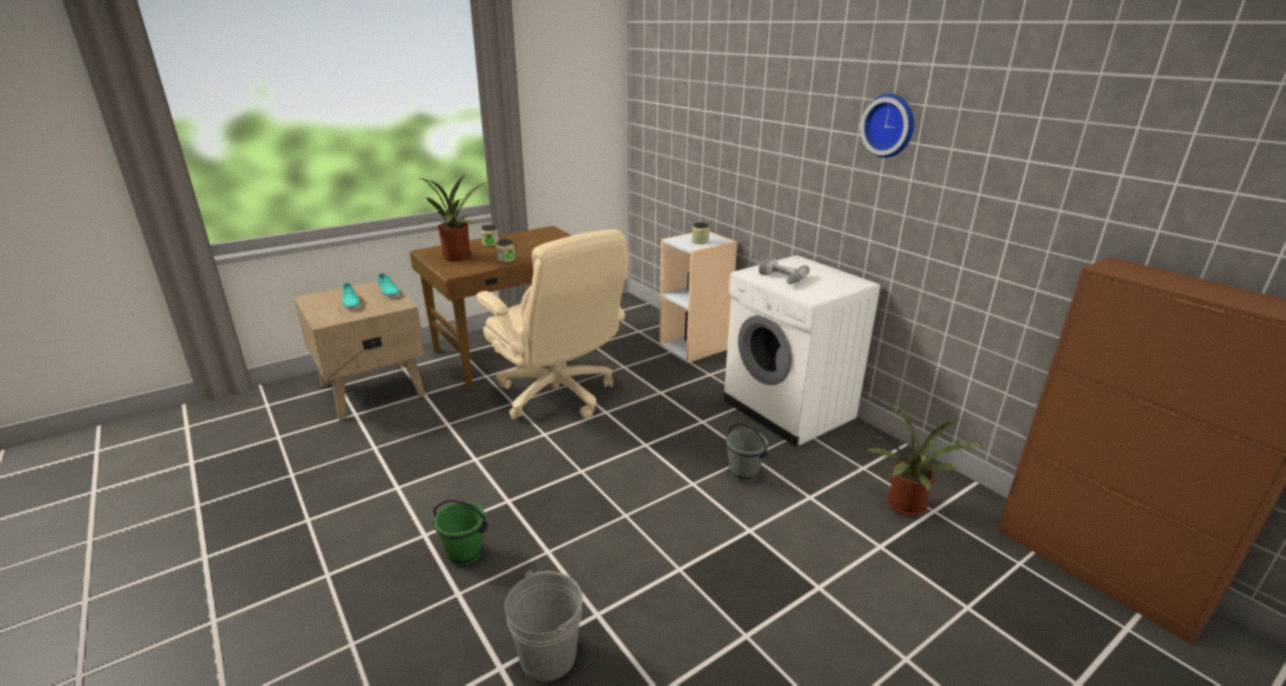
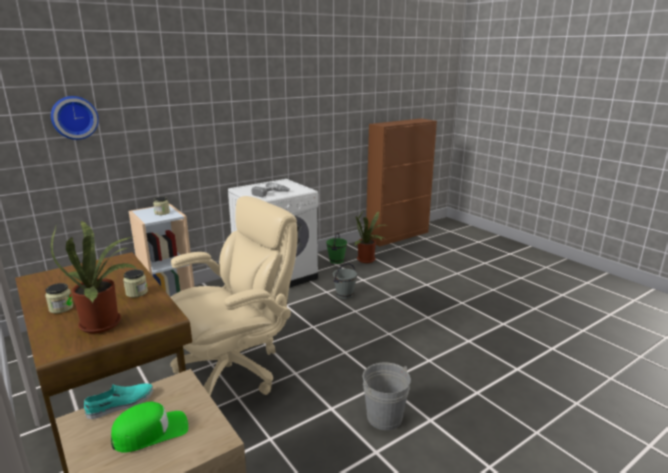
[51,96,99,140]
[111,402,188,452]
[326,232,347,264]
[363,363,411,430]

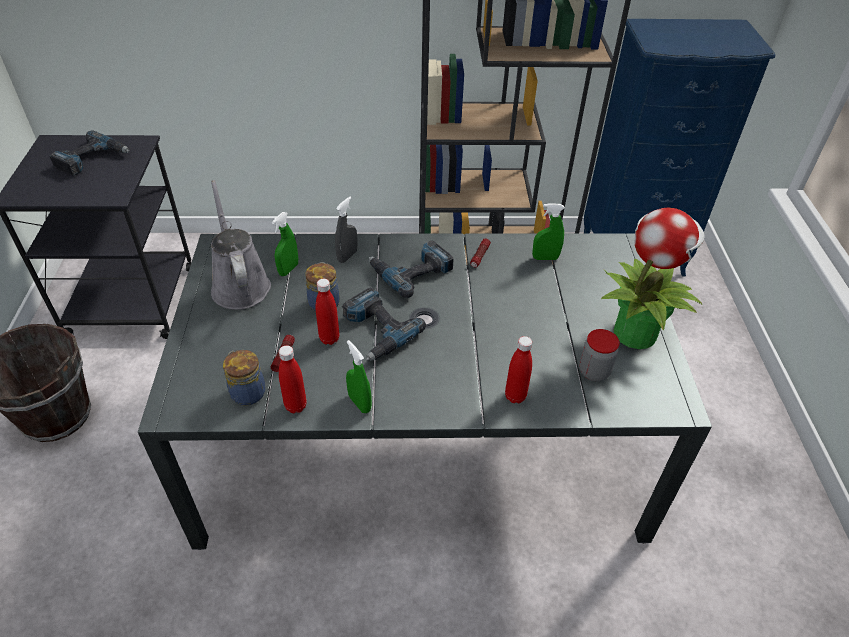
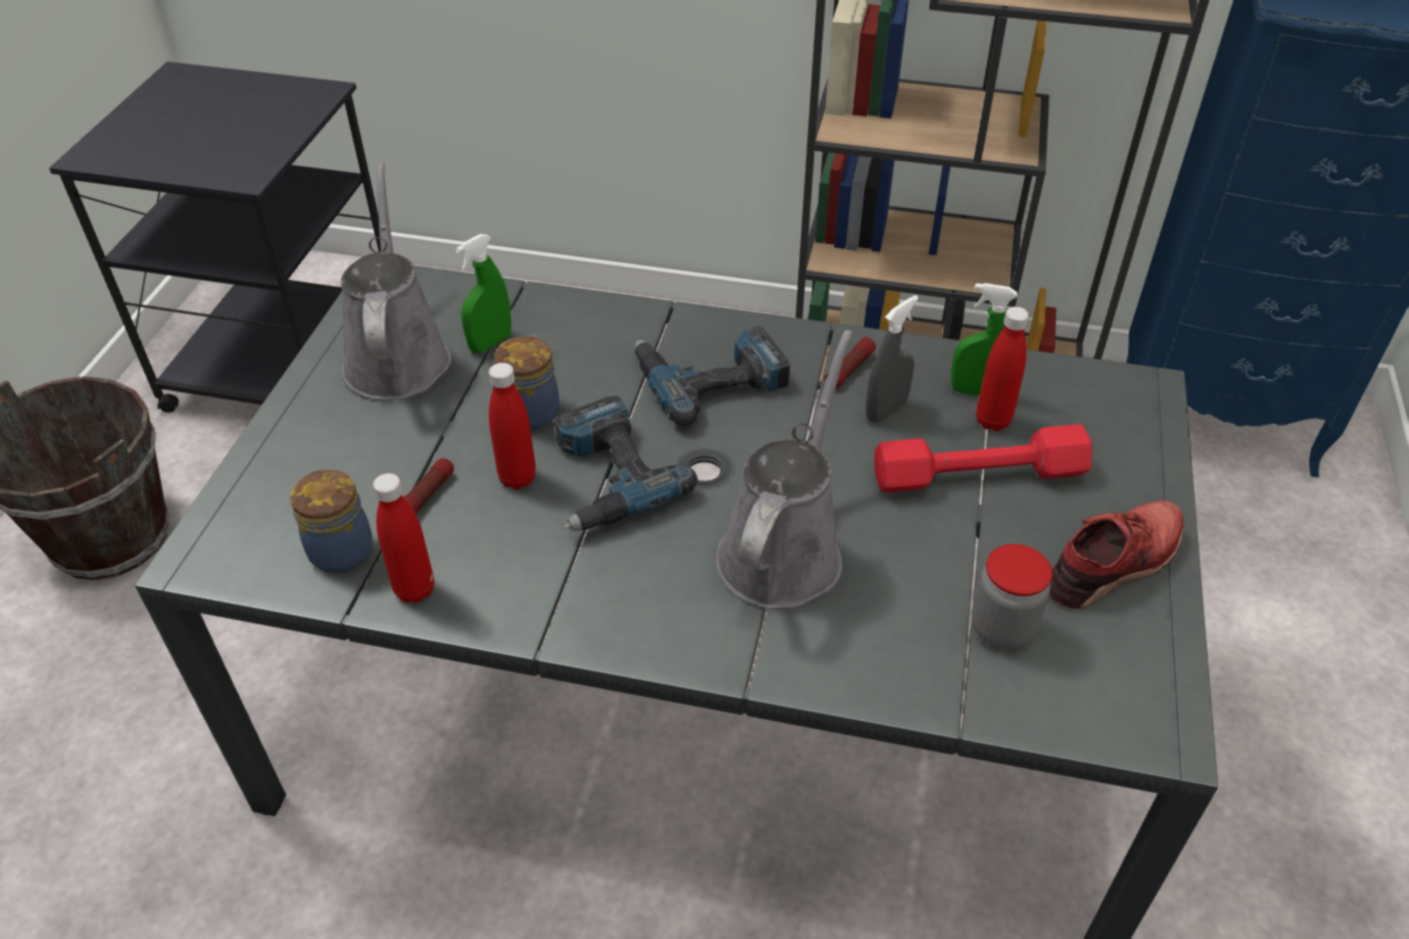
[49,131,129,176] (first image)
[866,295,919,422]
[1049,500,1184,610]
[976,307,1029,431]
[346,340,372,413] (first image)
[716,330,853,609]
[874,424,1092,492]

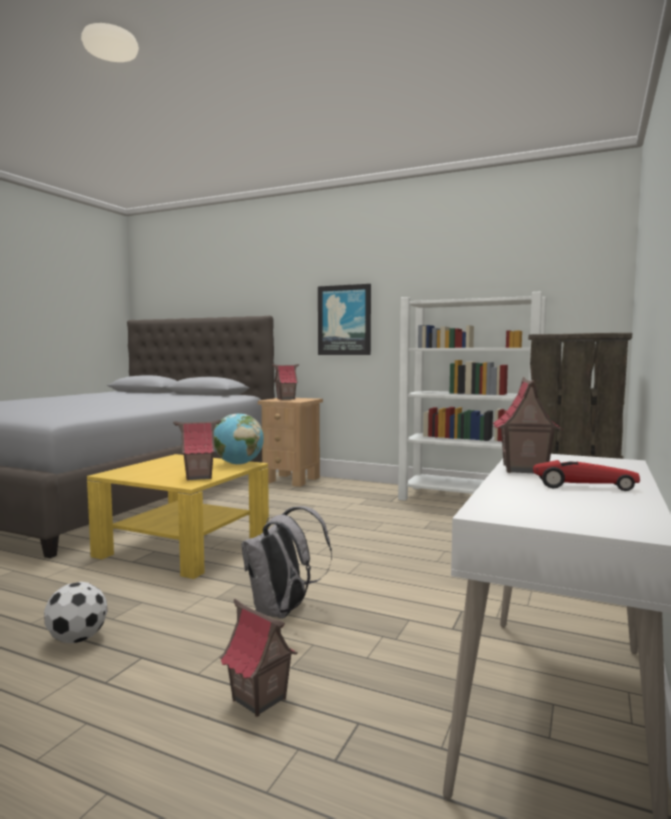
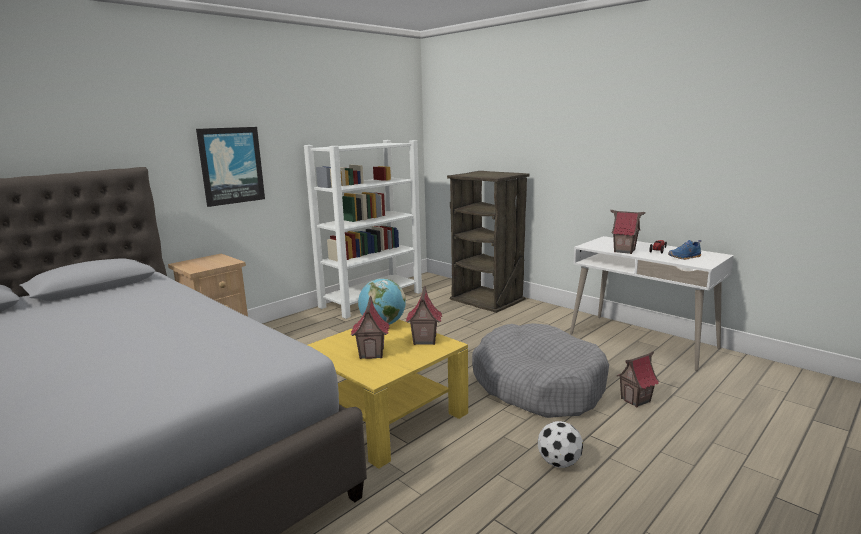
[351,296,390,359]
[472,323,609,418]
[668,240,701,260]

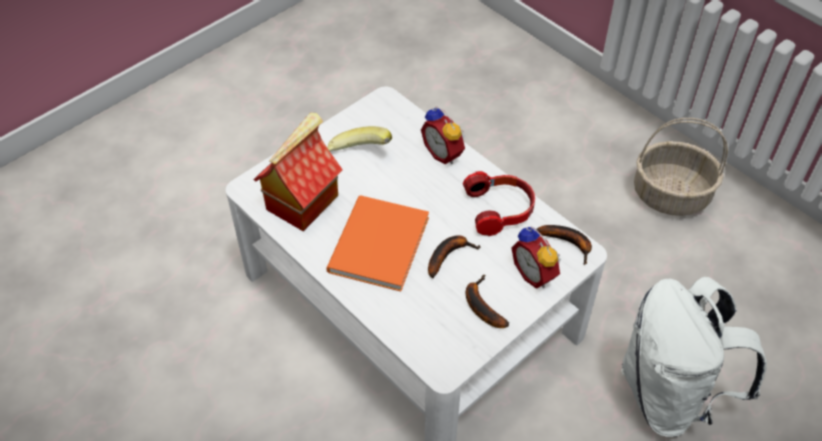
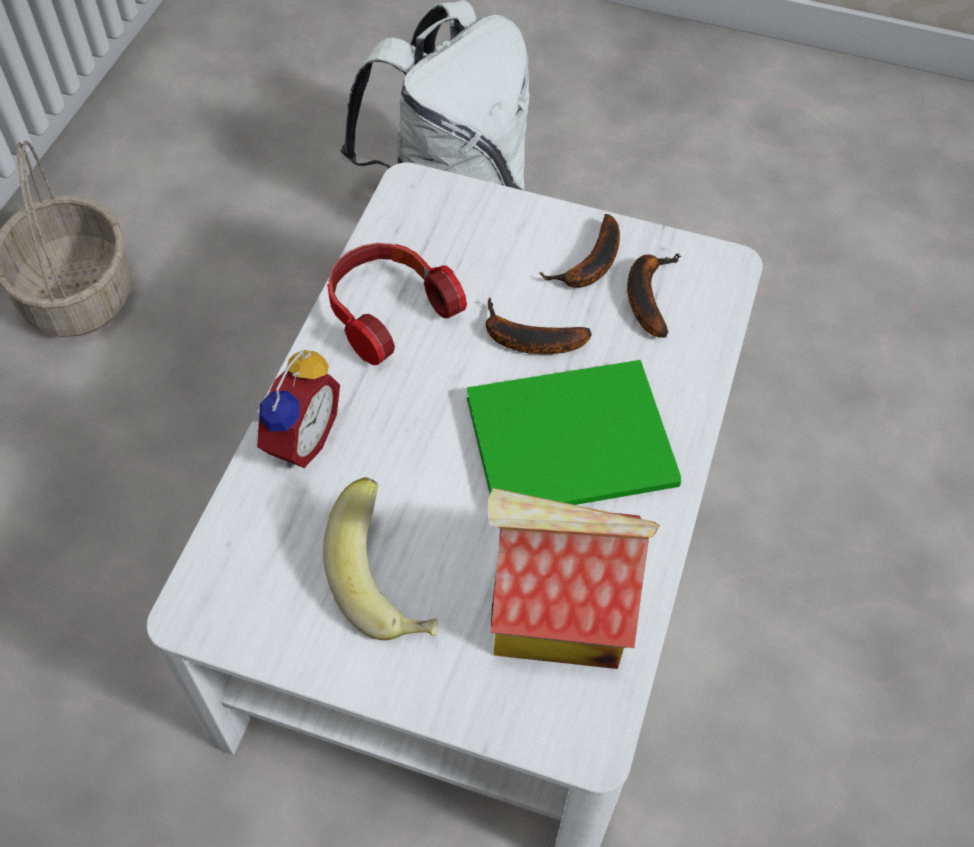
[467,360,681,505]
[627,254,681,338]
[511,227,561,289] (first image)

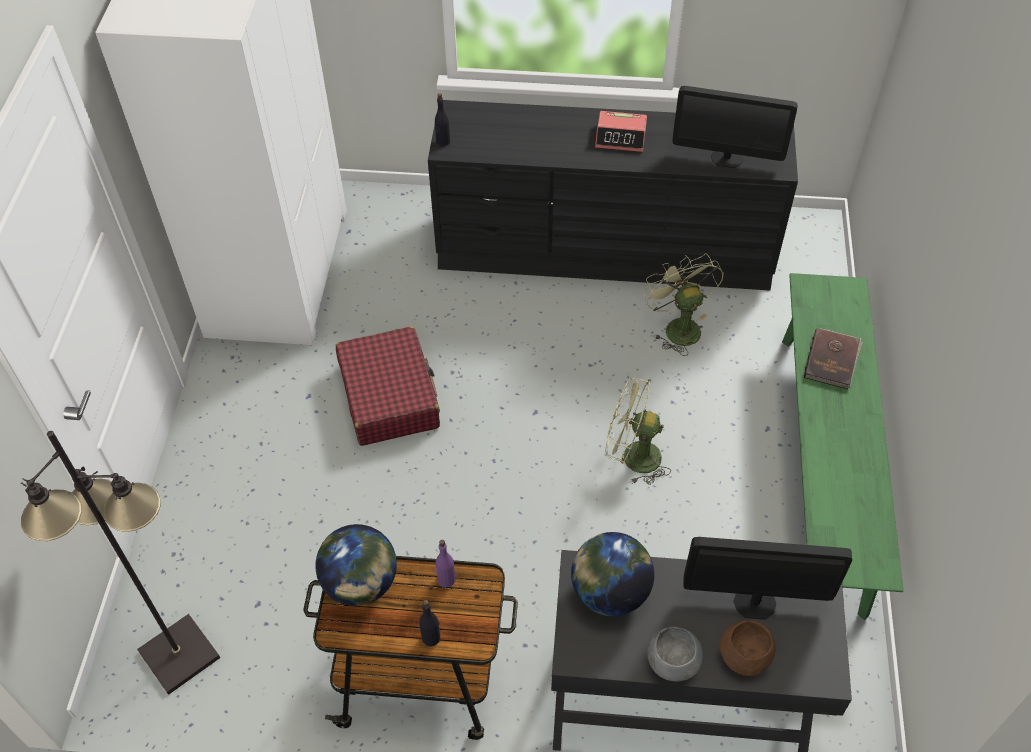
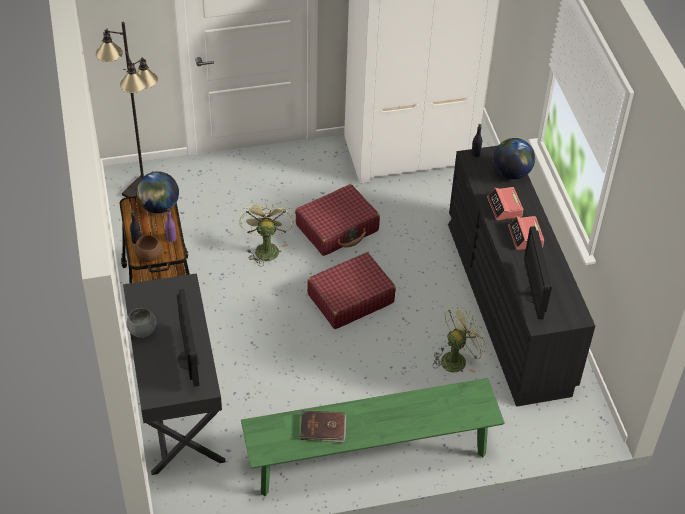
[300,411,346,443]
[239,199,294,265]
[494,138,535,179]
[134,235,163,262]
[487,187,523,220]
[307,252,396,329]

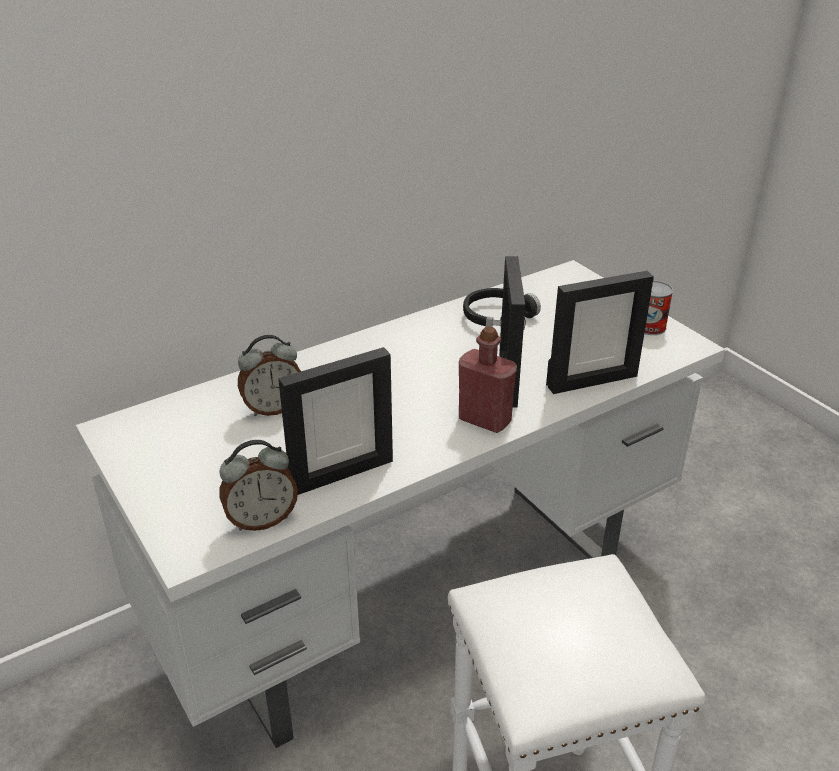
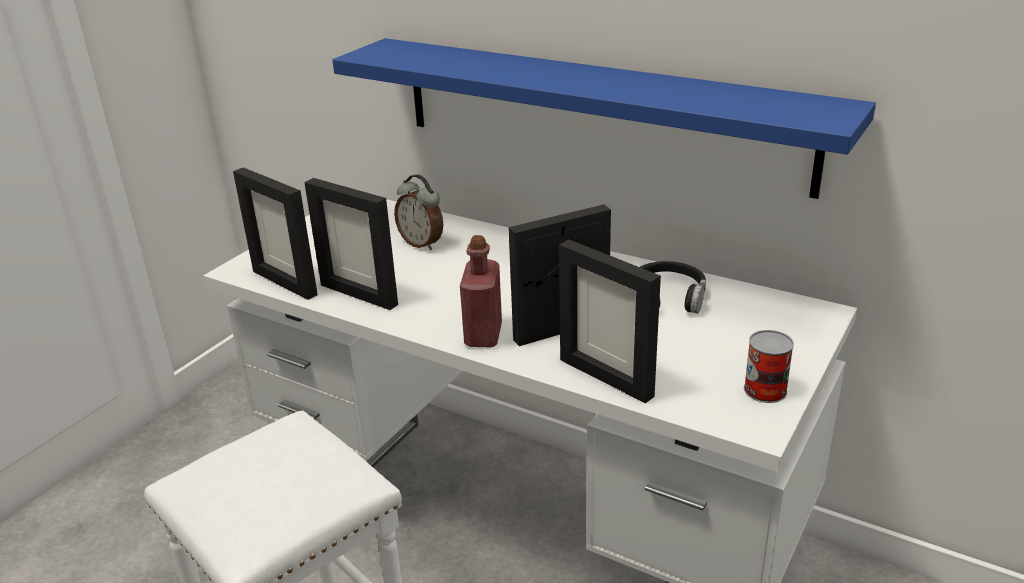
[233,167,318,300]
[332,38,876,199]

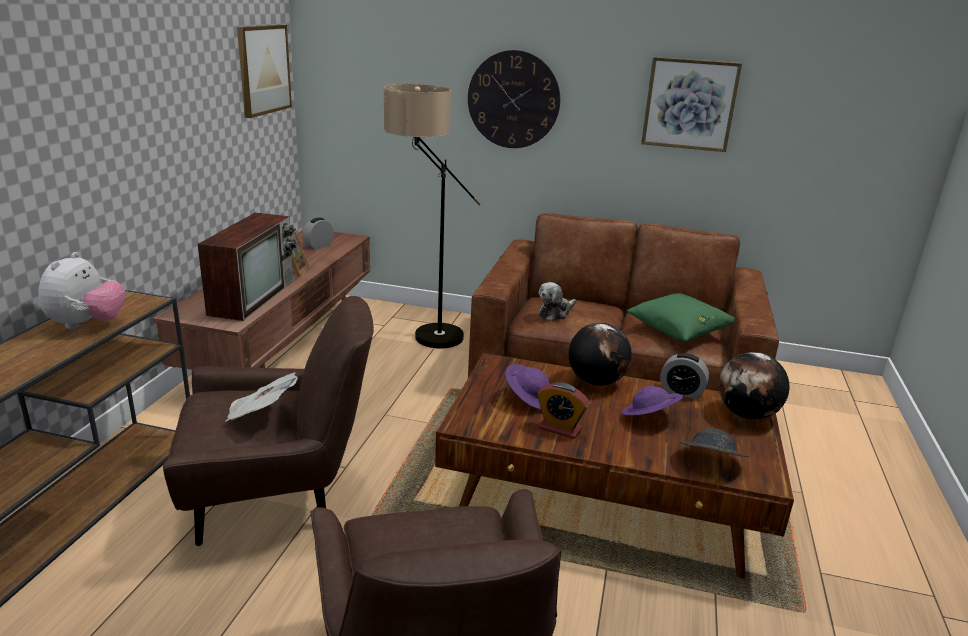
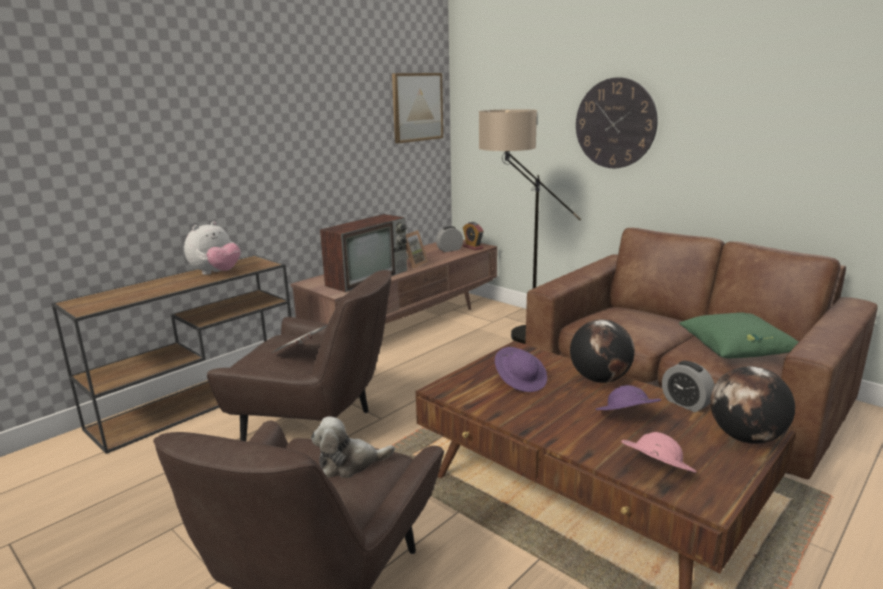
[641,57,742,152] (first image)
[311,416,395,478]
[463,222,484,250]
[621,432,697,473]

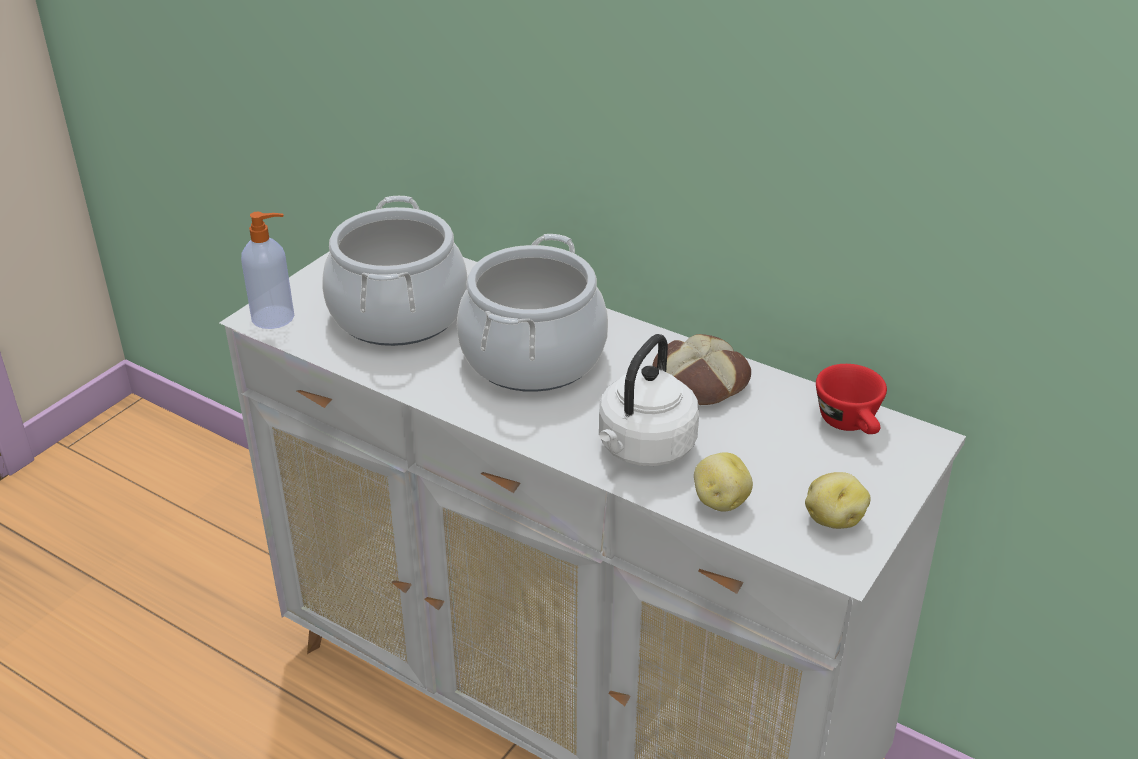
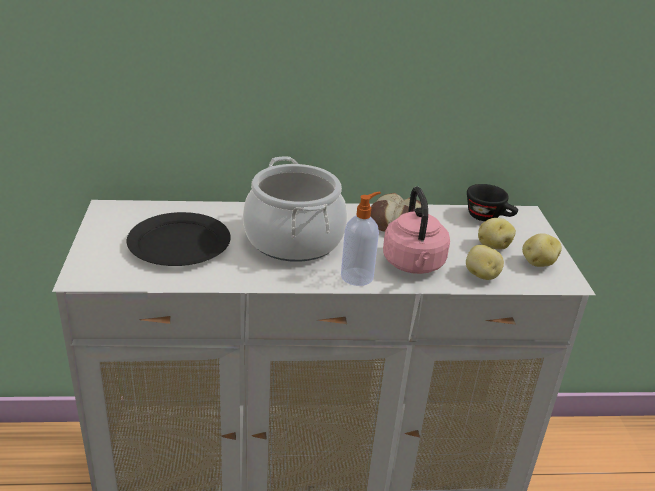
[127,212,231,266]
[341,192,381,286]
[383,186,450,274]
[467,184,518,221]
[478,218,516,250]

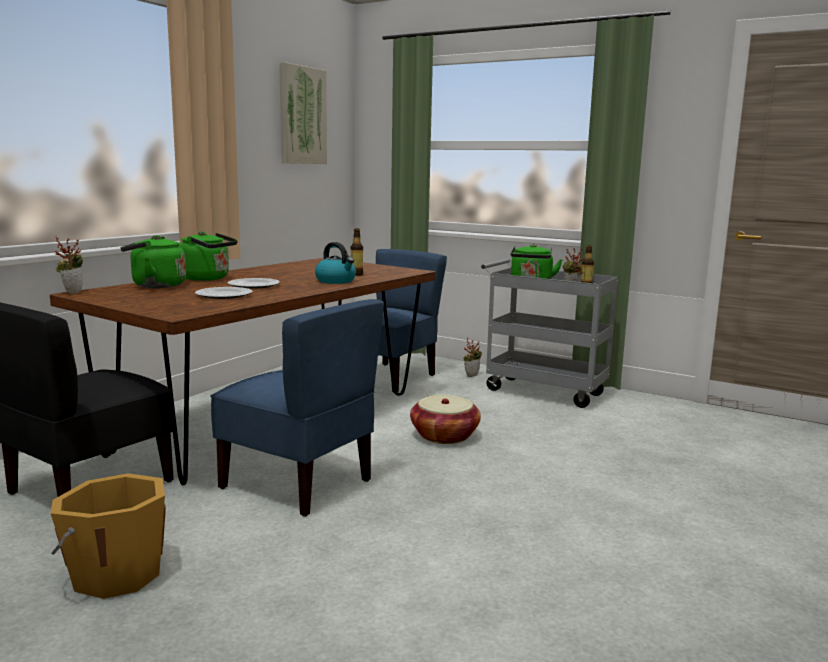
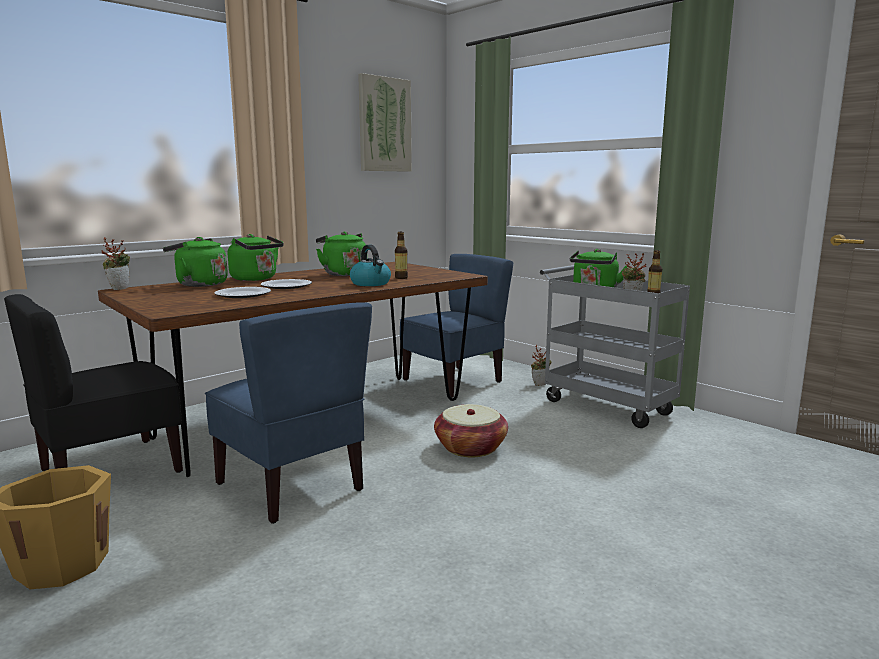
[316,231,366,276]

